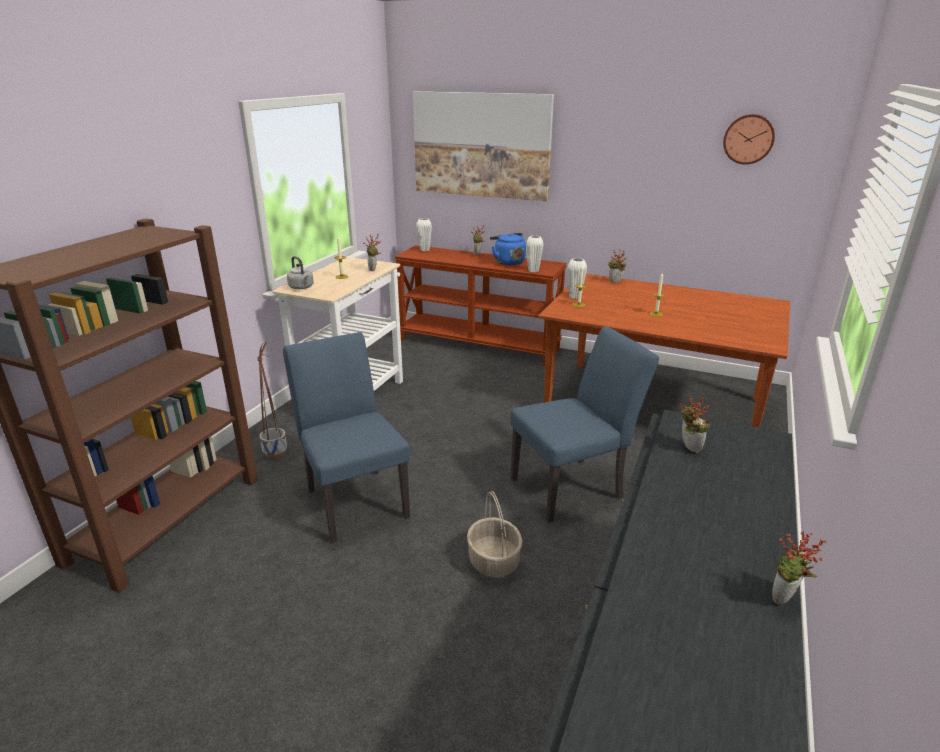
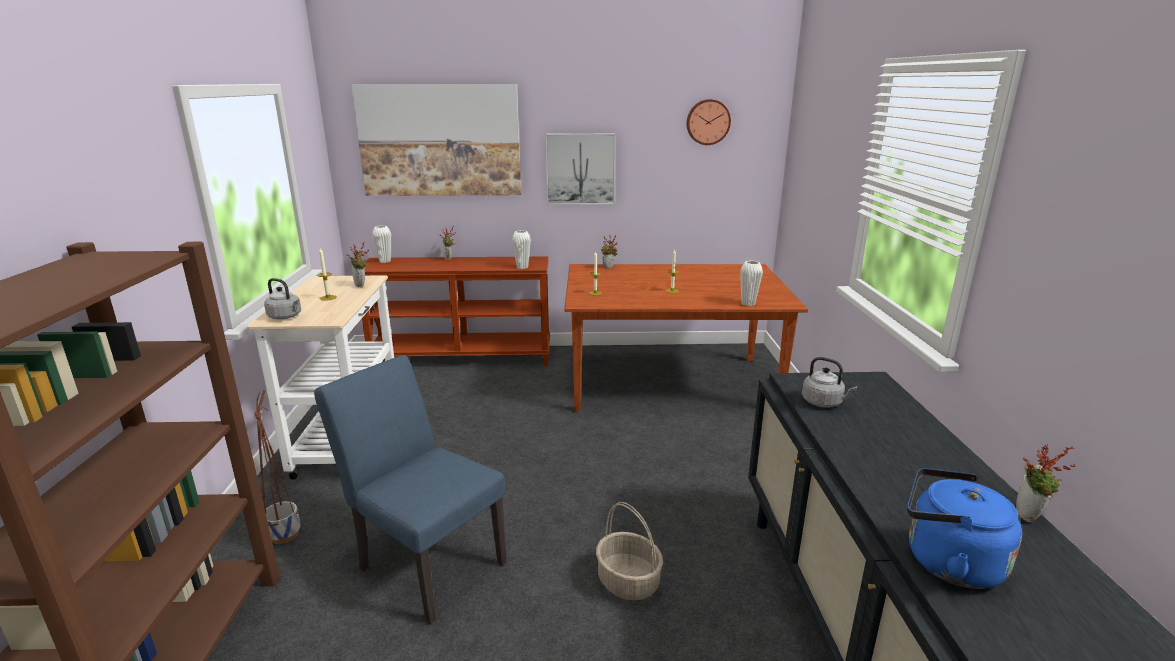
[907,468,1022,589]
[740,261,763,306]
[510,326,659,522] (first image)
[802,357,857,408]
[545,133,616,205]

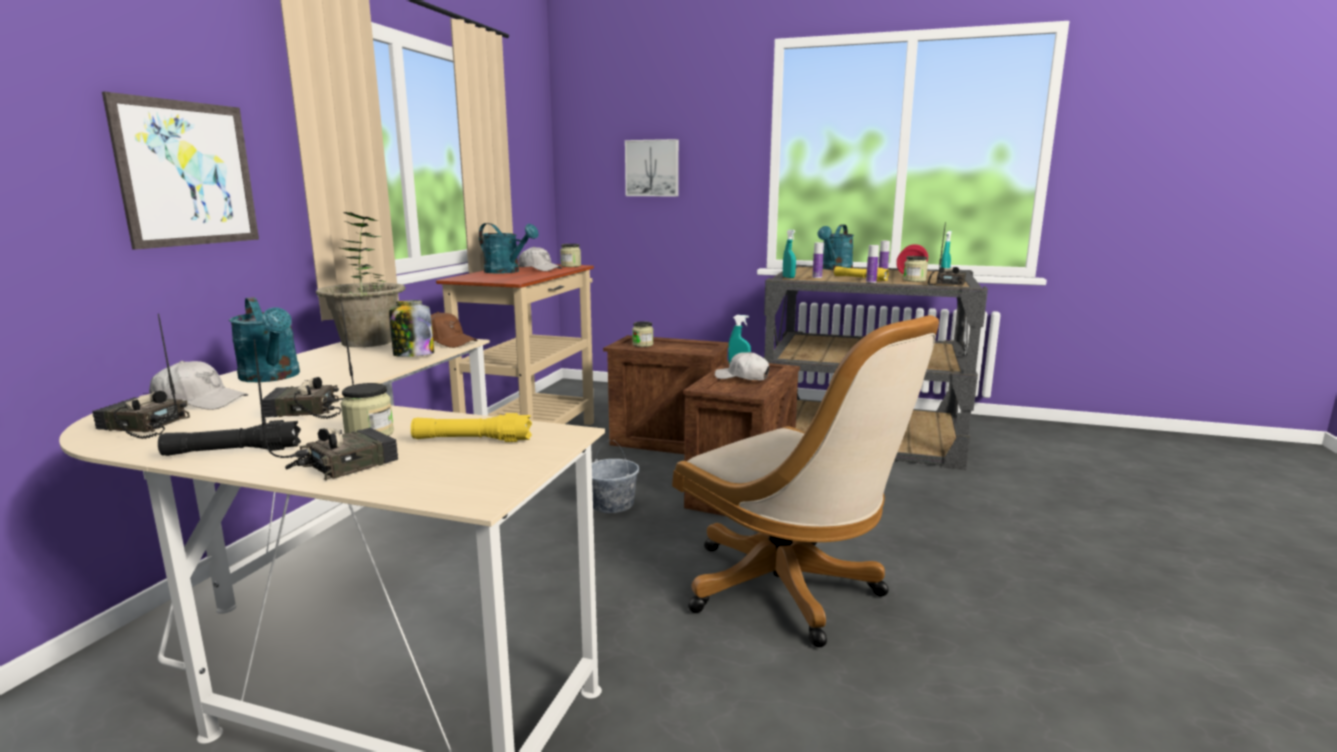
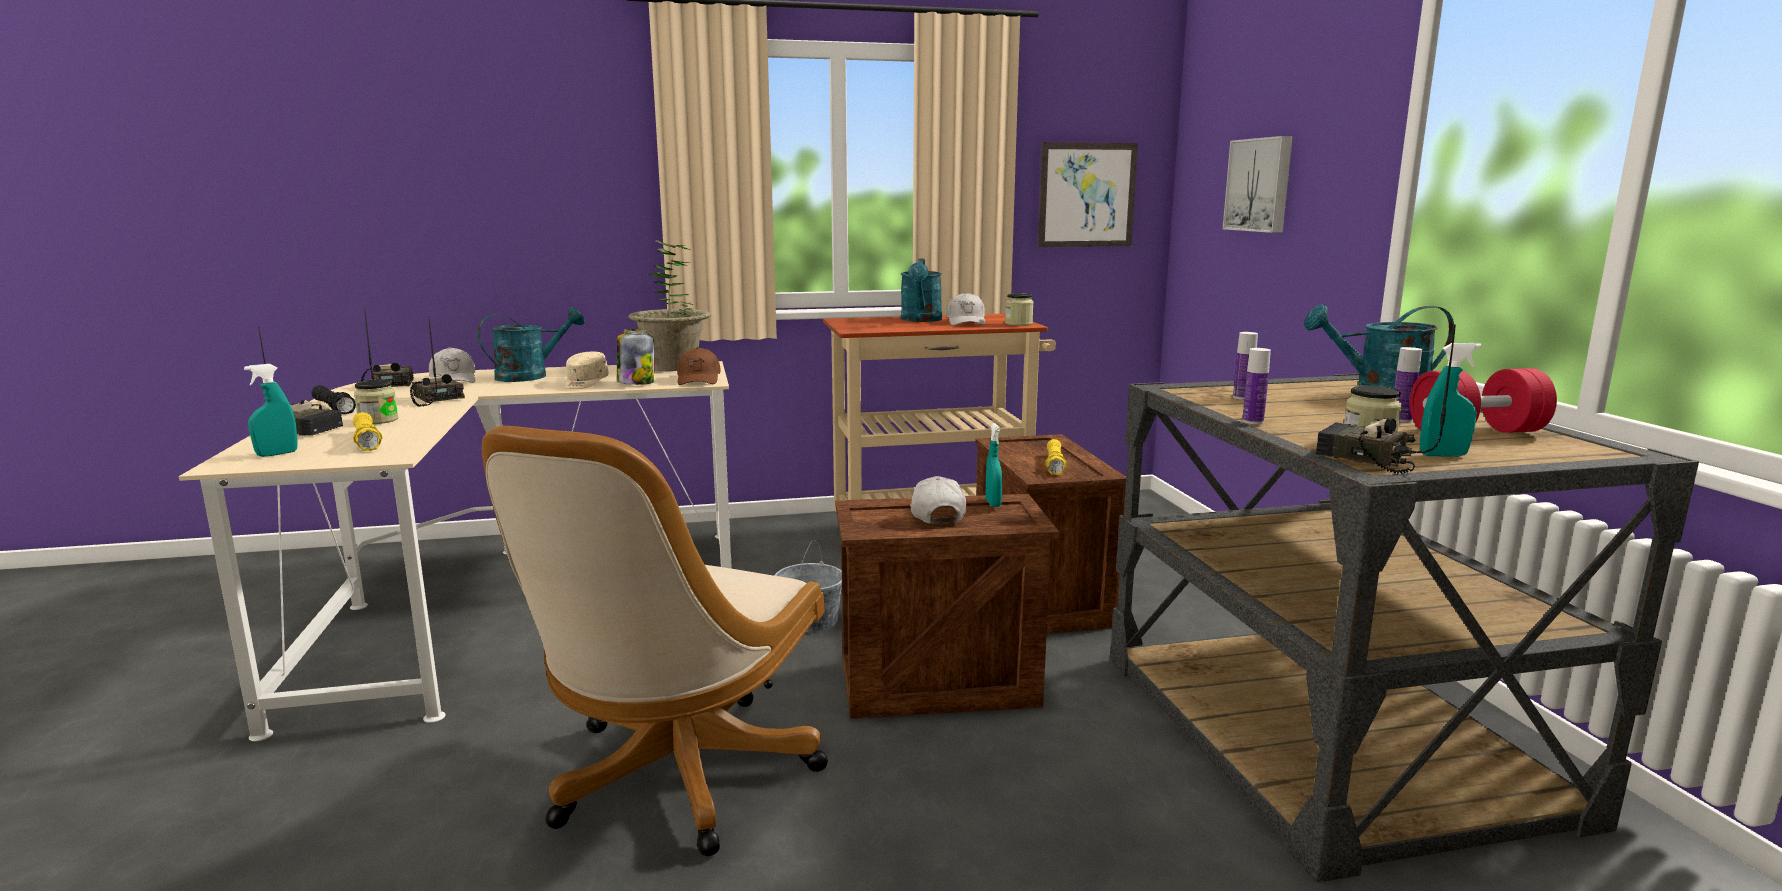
[1038,142,1138,247]
[1316,325,1456,474]
[244,364,298,457]
[1045,439,1067,475]
[477,307,585,382]
[632,321,653,347] (first image)
[564,351,609,389]

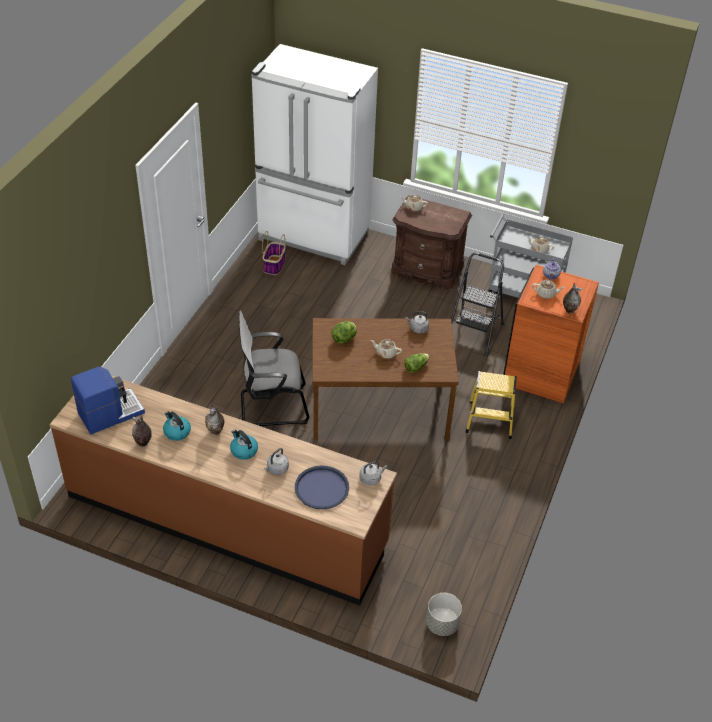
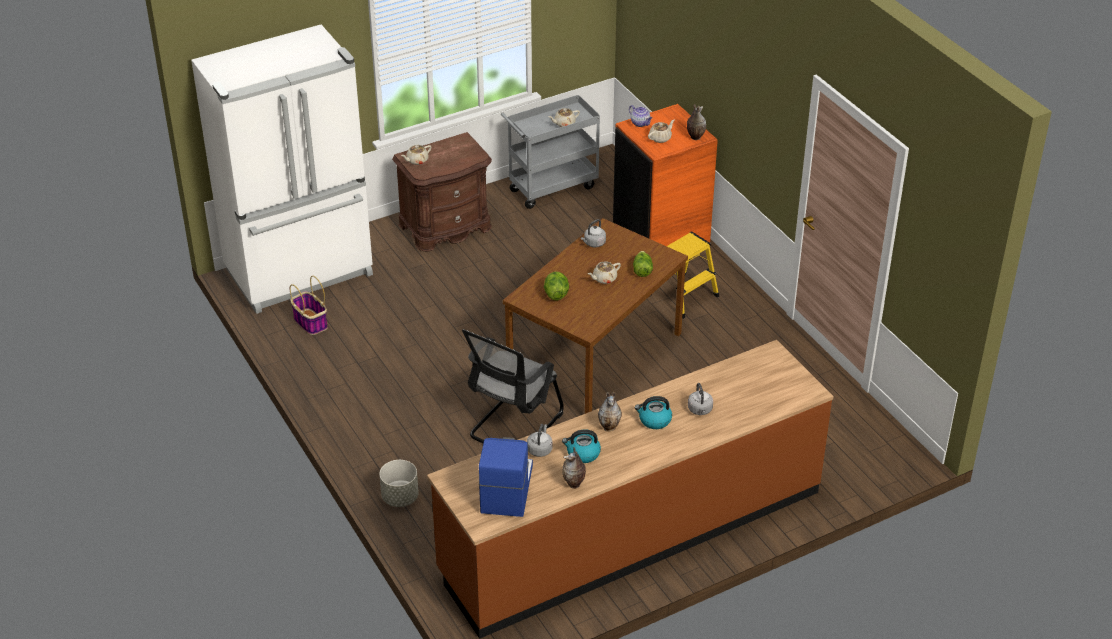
[451,253,504,357] (first image)
[527,424,553,457]
[295,465,349,509] (first image)
[379,460,419,507]

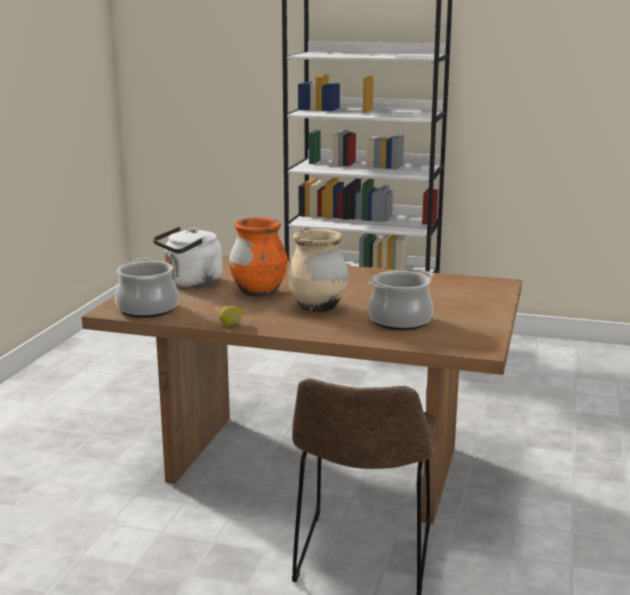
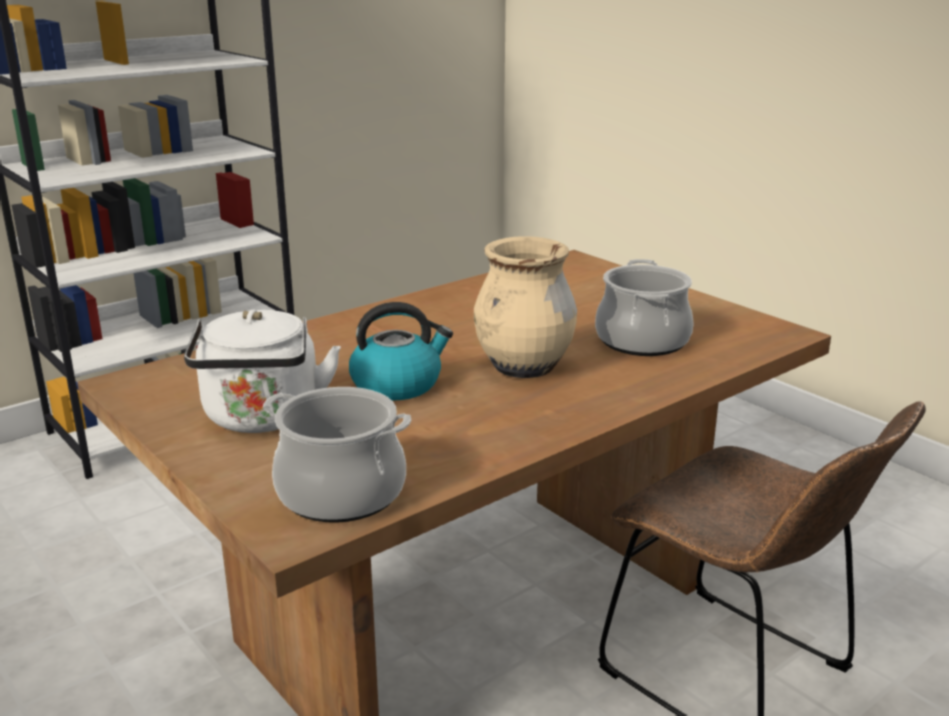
[349,302,453,401]
[219,306,243,326] (first image)

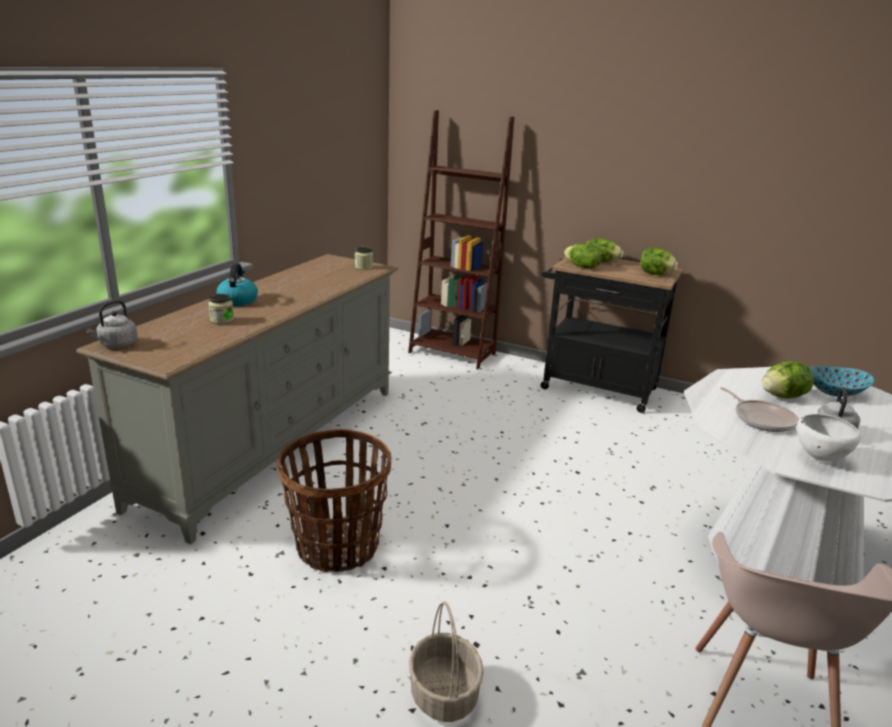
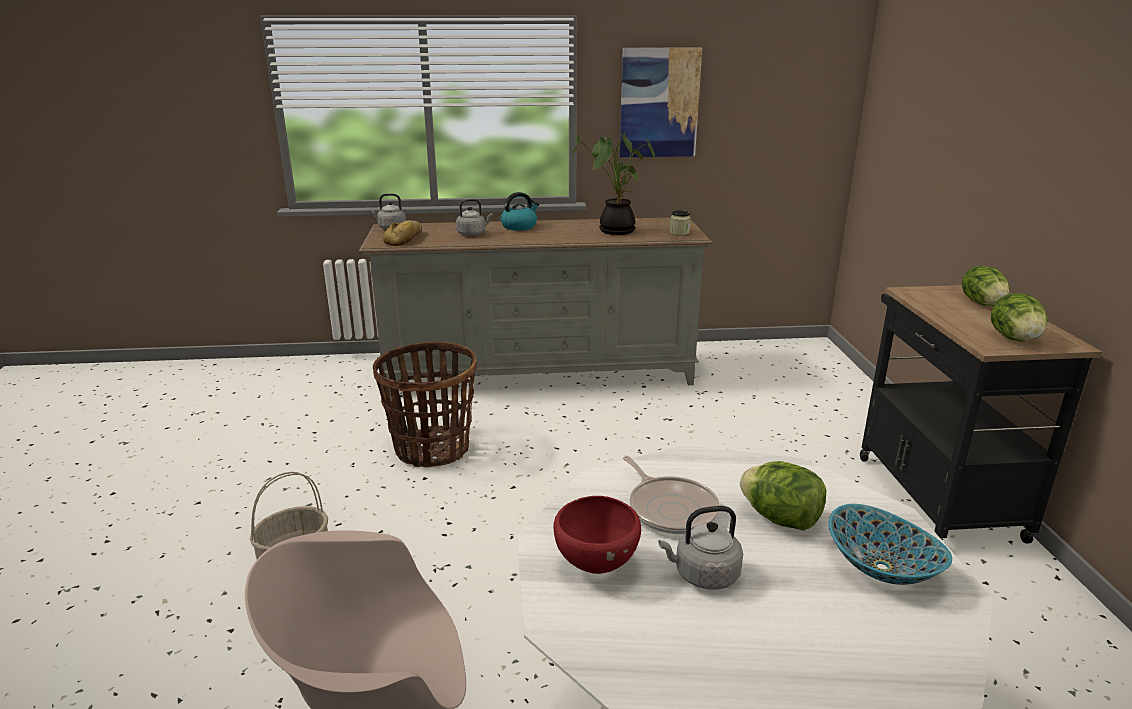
[408,110,514,369] (first image)
[564,244,602,268] (first image)
[456,199,493,236]
[623,456,720,534]
[553,496,641,574]
[620,47,702,157]
[571,133,655,235]
[383,220,422,246]

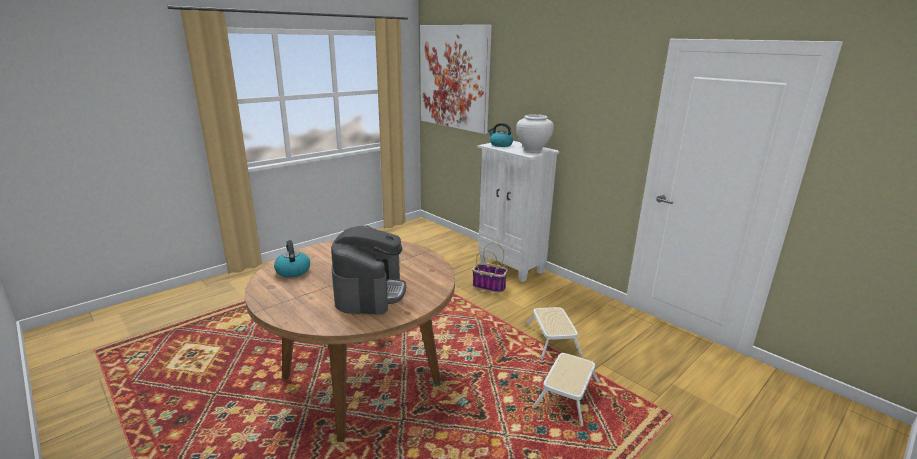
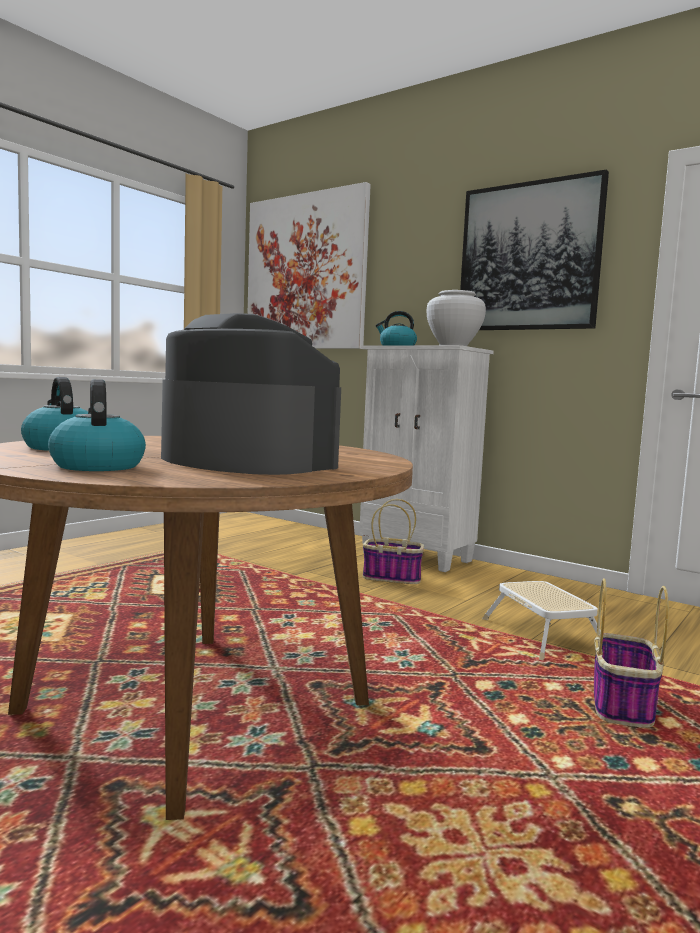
[161,313,341,475]
[594,578,669,728]
[460,170,609,330]
[48,379,146,471]

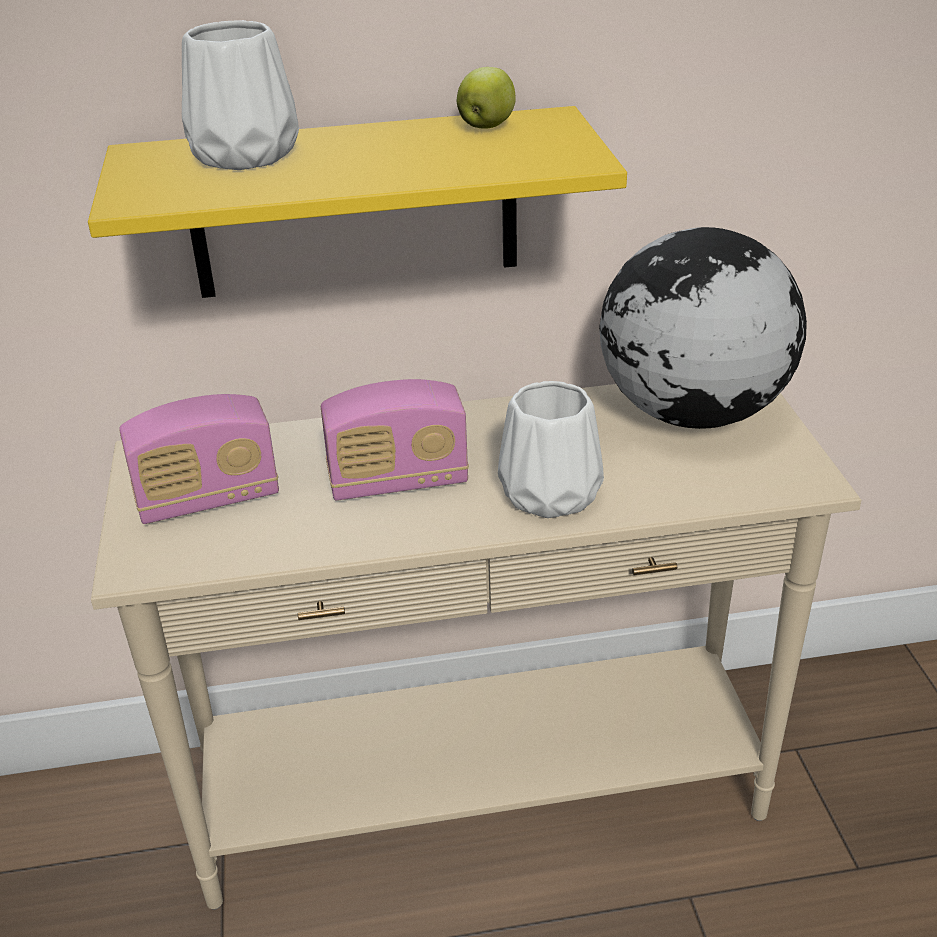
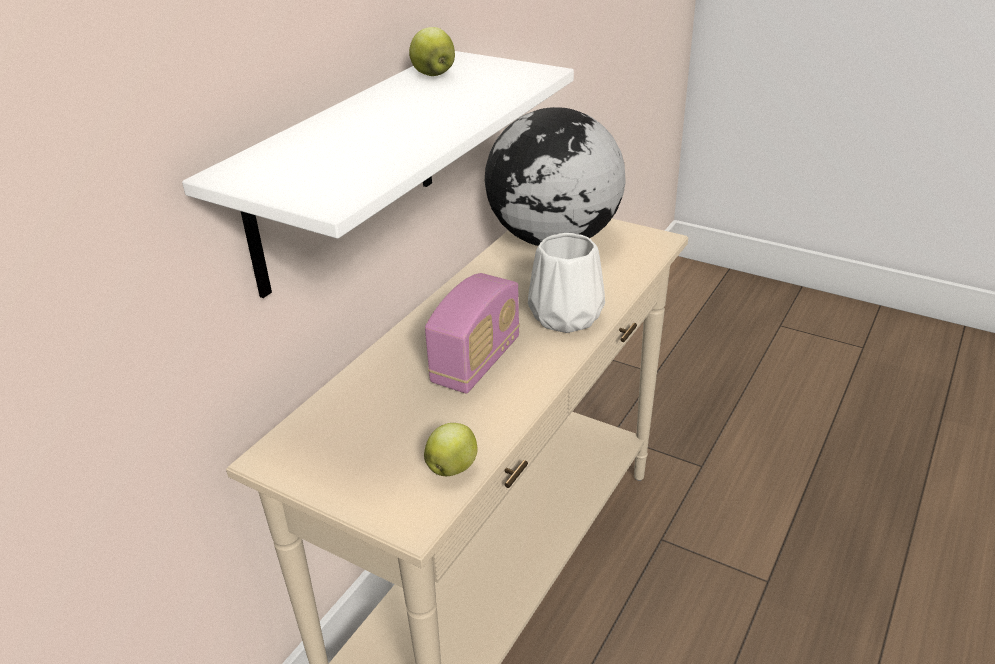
[182,20,299,170] (first image)
[182,51,574,298]
[119,394,279,524] (first image)
[424,423,478,476]

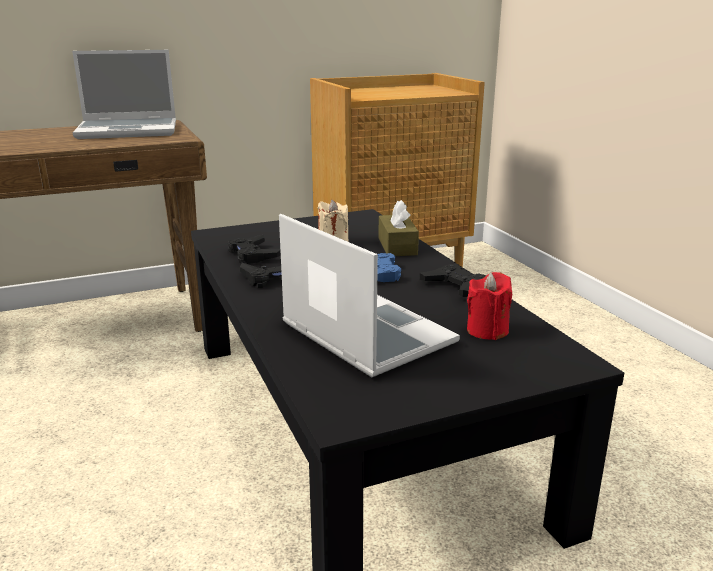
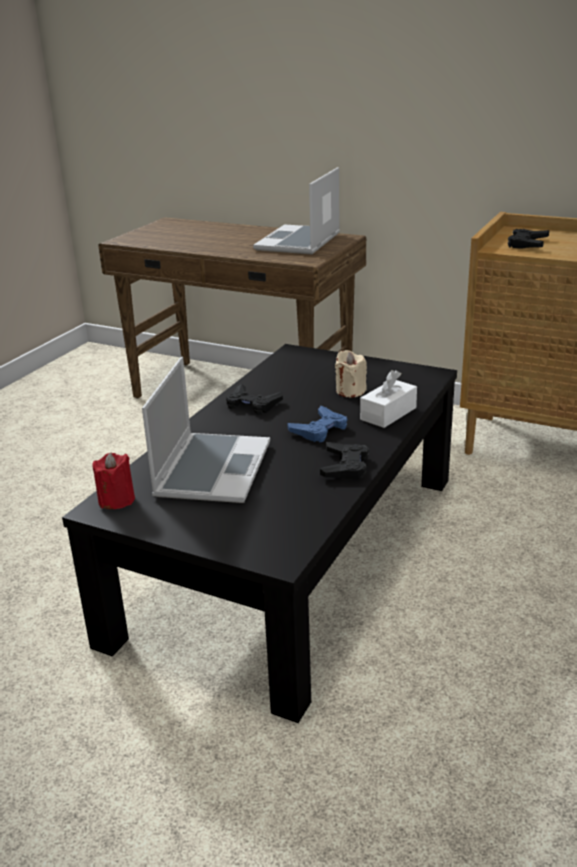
[253,167,340,254]
[360,370,417,428]
[508,229,549,249]
[92,452,135,509]

